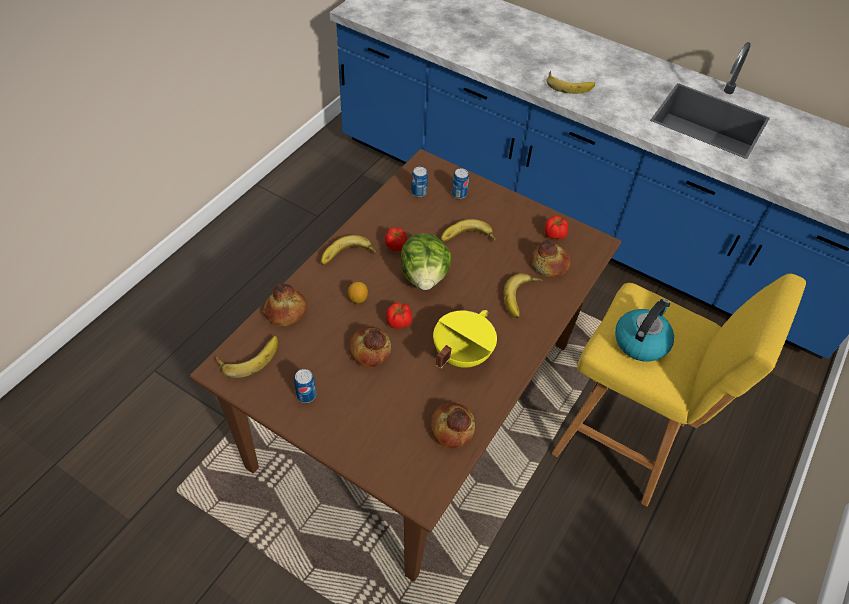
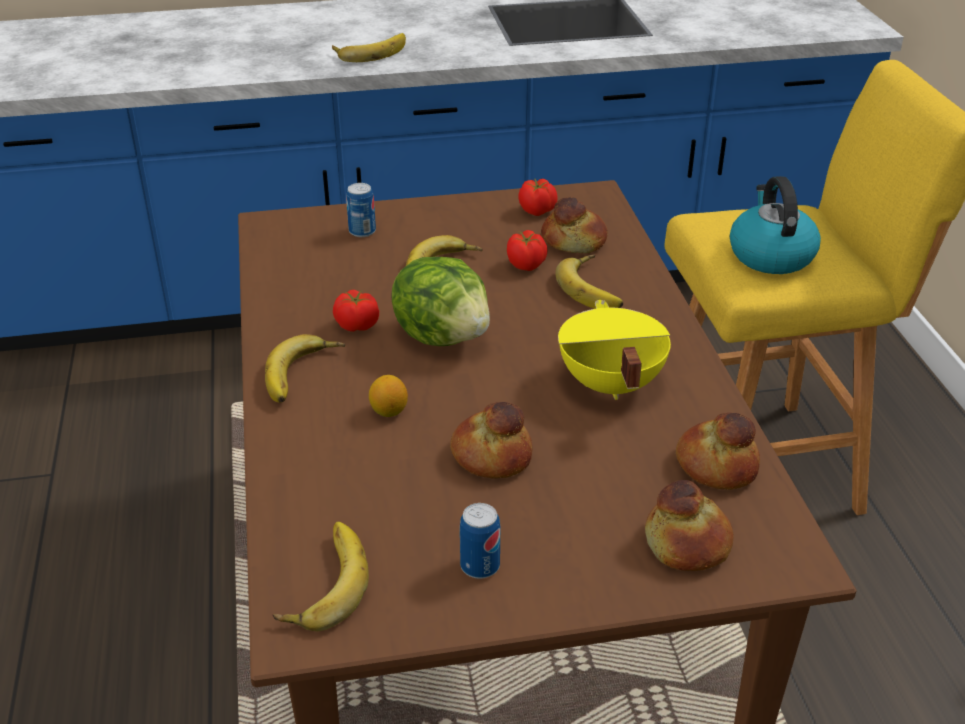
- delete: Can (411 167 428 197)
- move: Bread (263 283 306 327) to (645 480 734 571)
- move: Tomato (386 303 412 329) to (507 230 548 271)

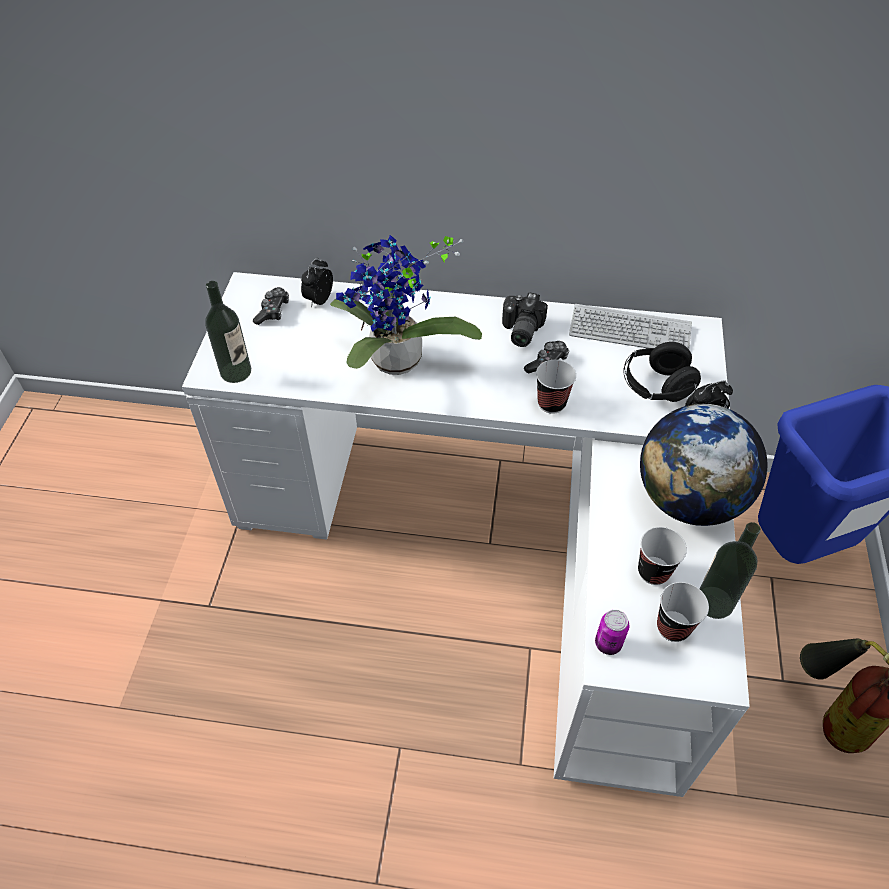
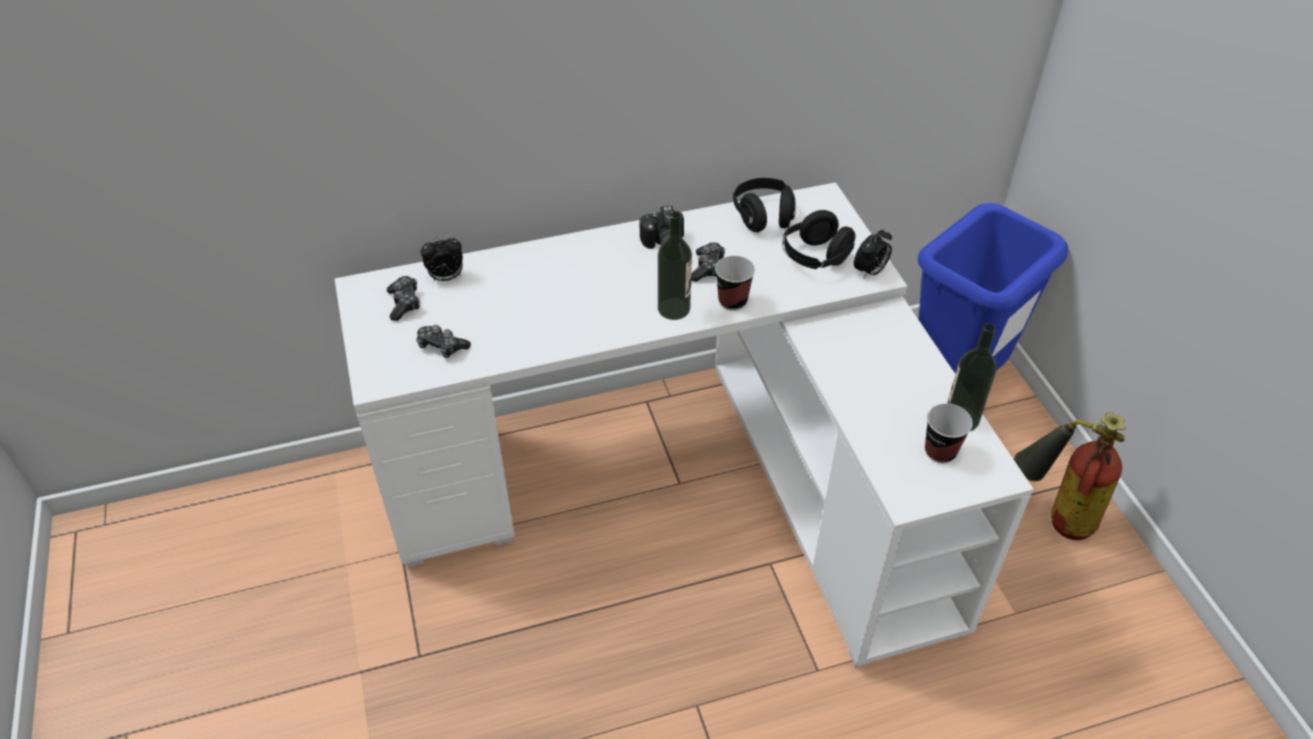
- delete: PottedPlant (330 235 482 375)
- rotate: AlarmClock (301 257 333 307) = (420 236 463 282) 105 degrees counterclockwise
- move: Bottle (205 281 251 383) to (658 211 692 320)
- replace: Keyboard (569 304 692 349) to BlackHeadphones (733 178 796 232)
- delete: Globe (640 404 768 526)
- delete: Cup (638 527 687 585)
- delete: Can (595 610 629 655)
- insert: GameController (416 325 471 358)

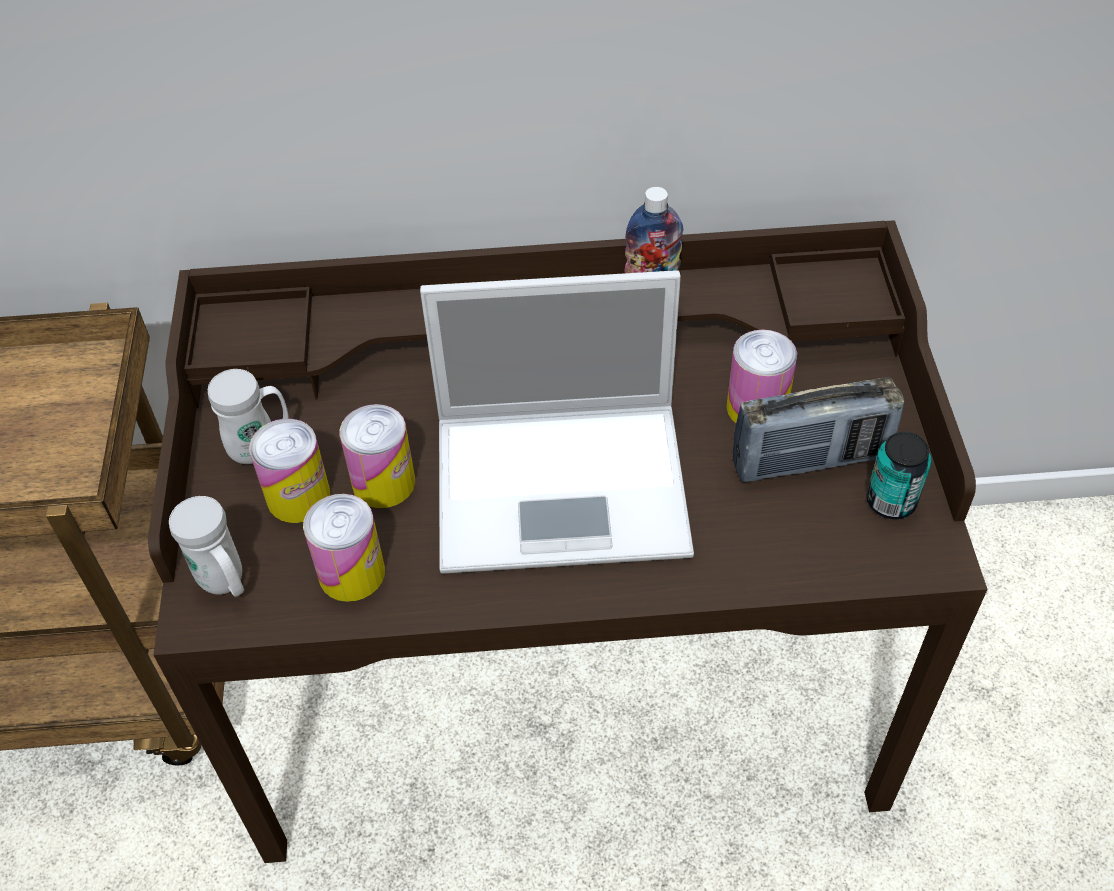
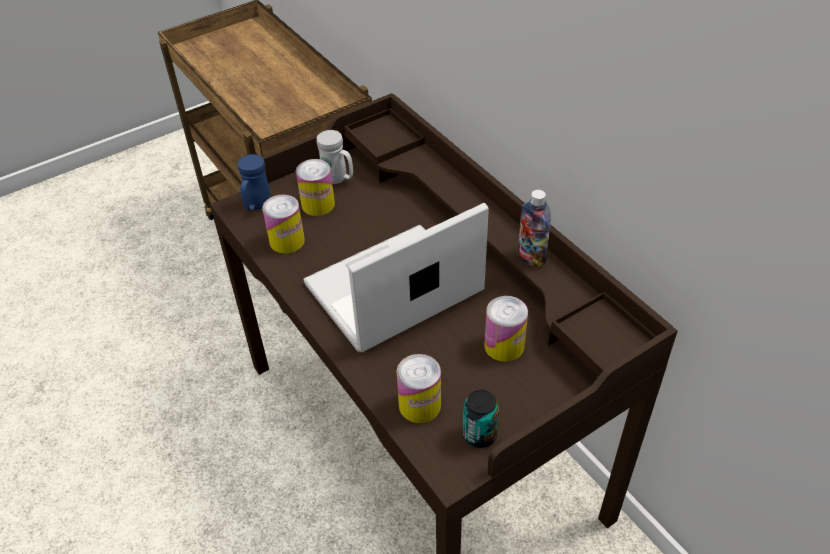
- rotate: Laptop (420 270 694 574) = (303 203 489 352) 90 degrees clockwise
- delete: Radio (733 378 905 482)
- move: Can (340 404 415 509) to (397 354 441 423)
- recolor: WhiteMug (169 496 244 597) to BlueMug (238 154 271 211)

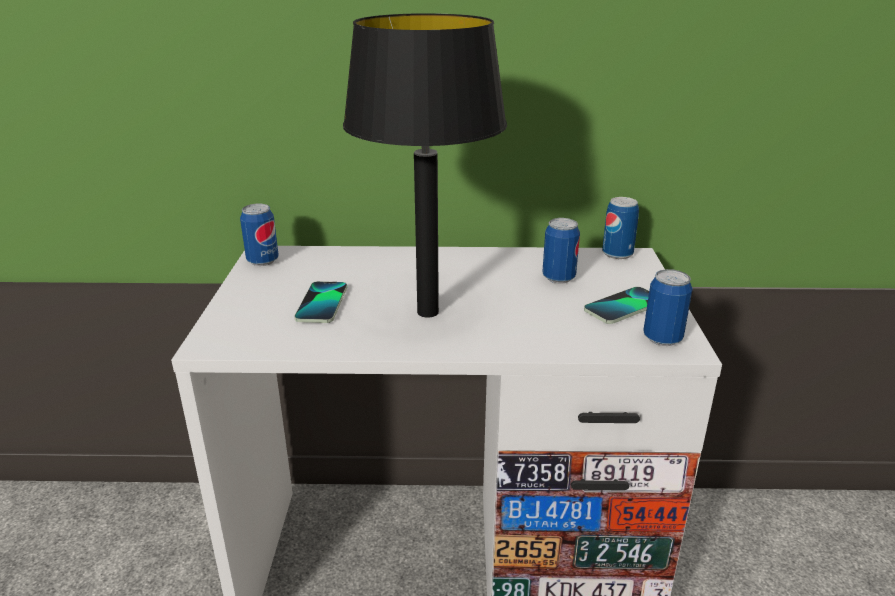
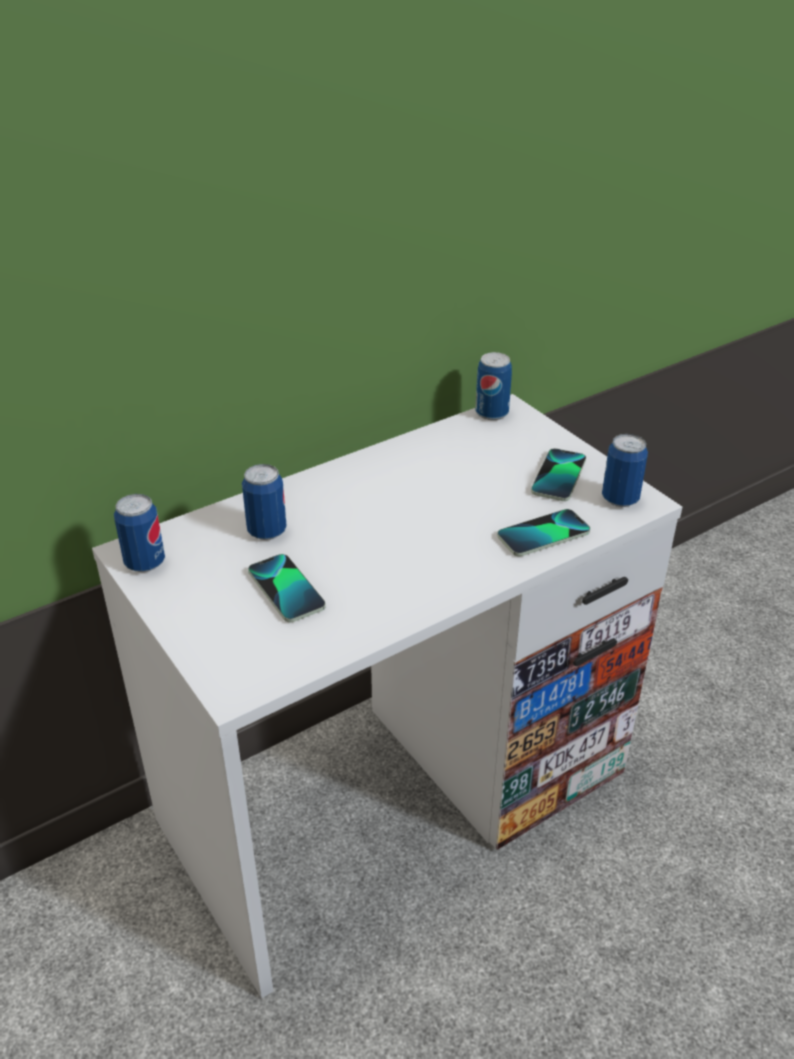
- delete: BlackTableLamp (343 13 507 318)
- move: Can (542 218 580 283) to (242 464 287 540)
- insert: Phone (497 509 590 556)

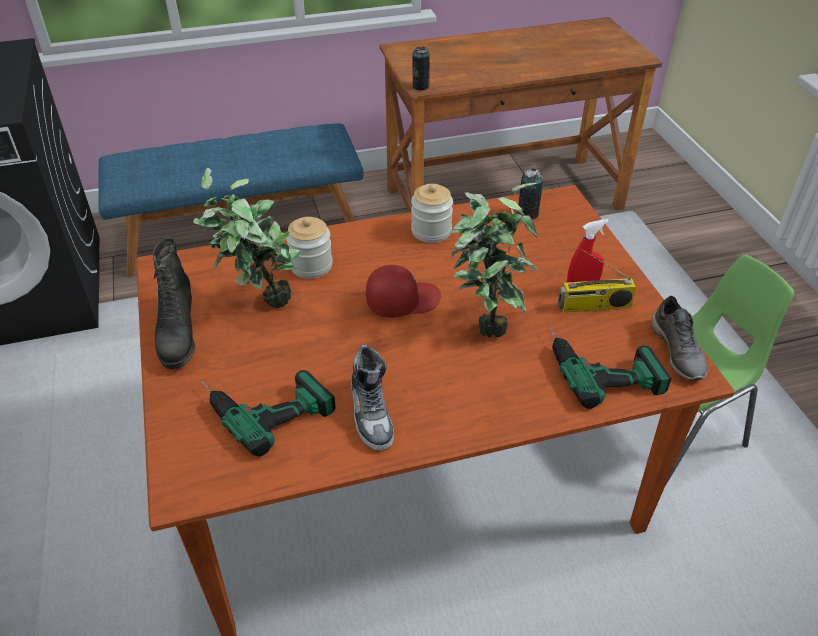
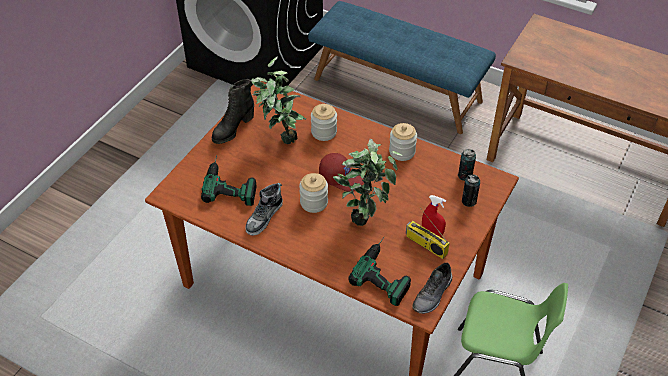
- move: Can (412 47 430 91) to (462 174 480 207)
- insert: Jar (299 173 328 213)

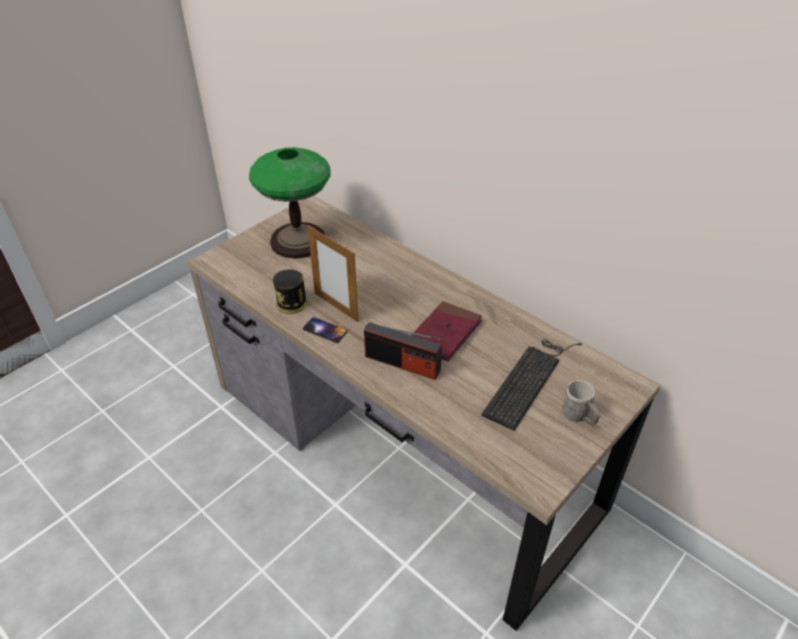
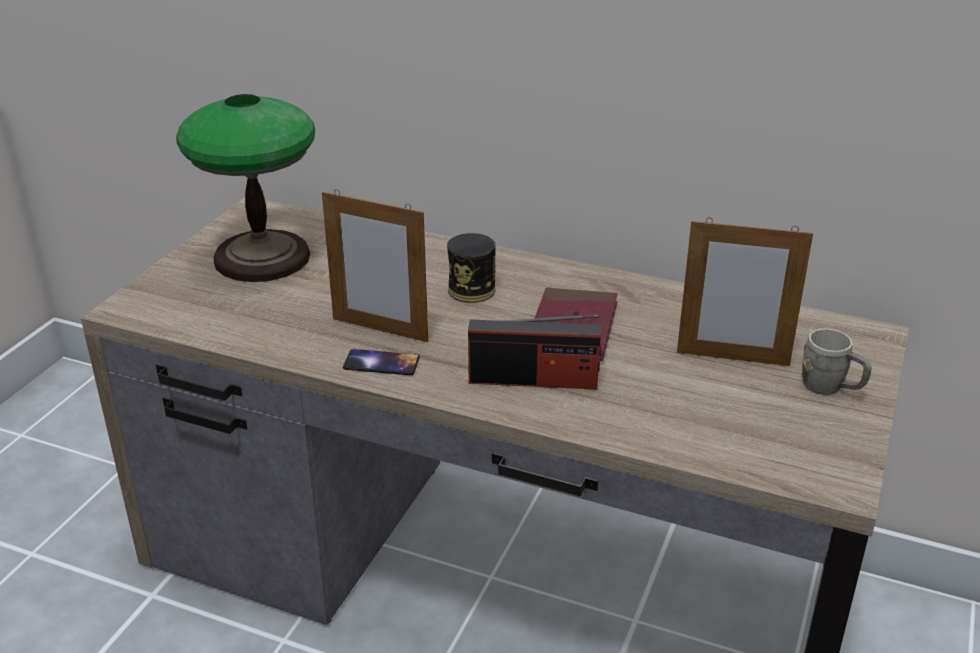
- move: Can (273 269 306 314) to (447 233 496 303)
- replace: Keyboard (481 339 582 431) to PictureFrame (677 218 813 366)

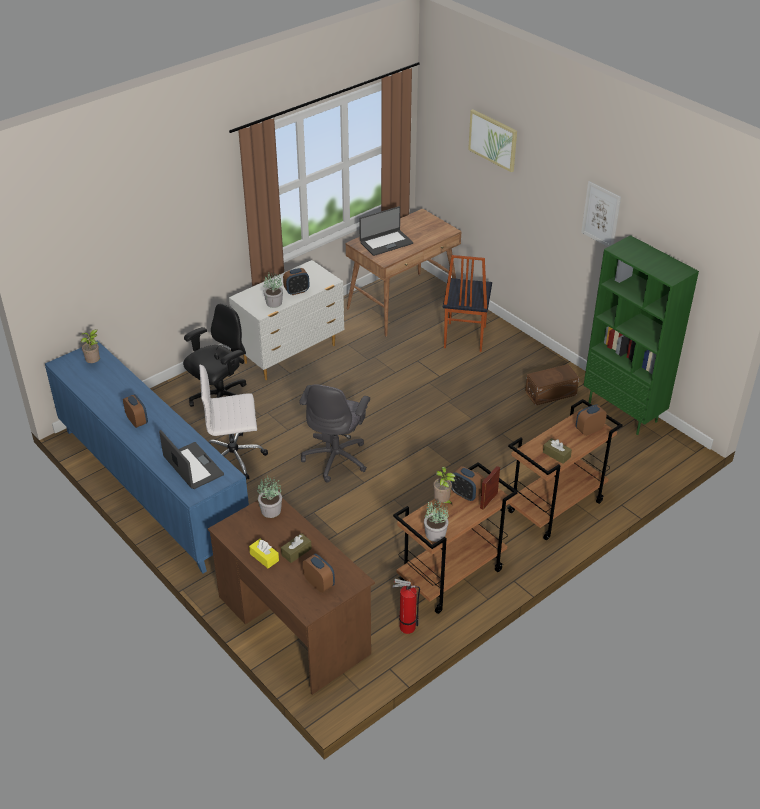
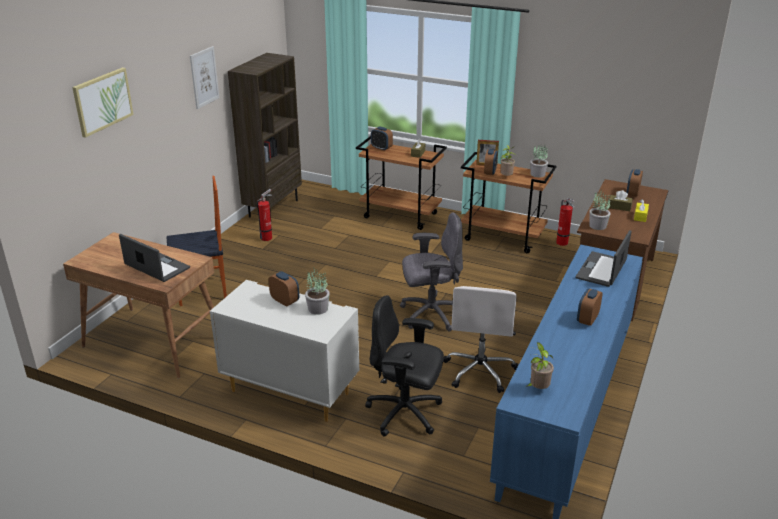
- recolor: GreenBookcase (583 235 699 435) to BrownBookcase (228 53 302 218)
- rotate: WhiteOfficeChair (199 364 268 479) = (443 286 519 393) 45 degrees clockwise
- replace: BrownStorageBox (525 364 579 406) to FireExtinguisher (257 189 272 241)

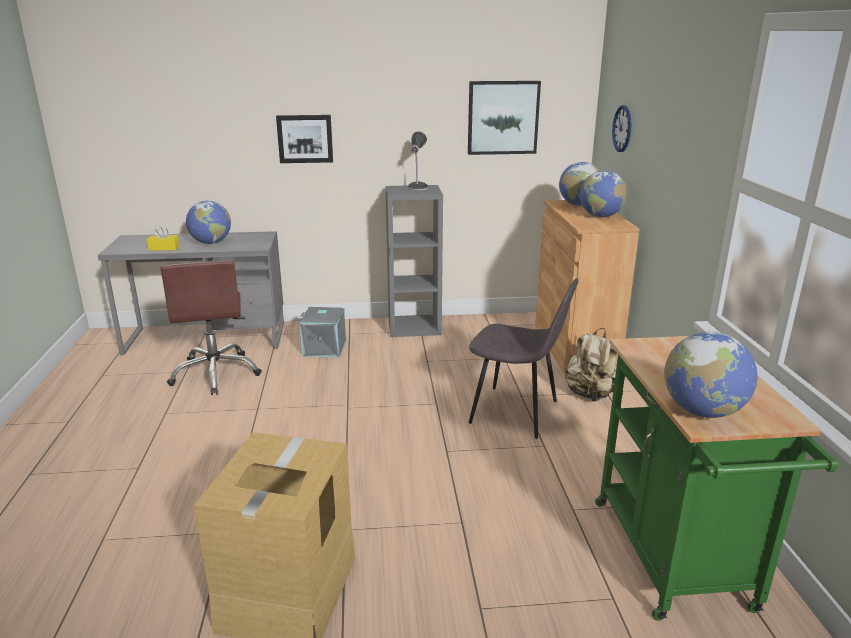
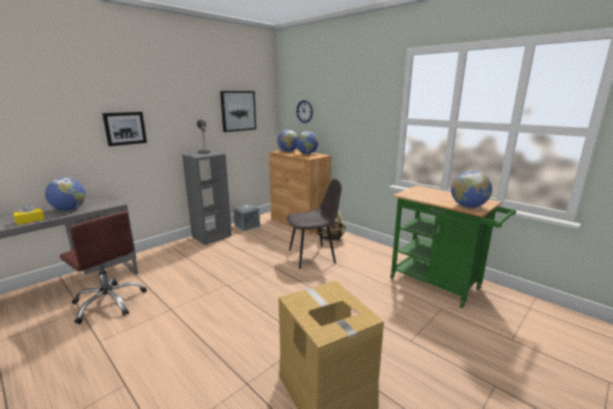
- move: GreyStorageBox (299 307 346 358) to (233 204 260 231)

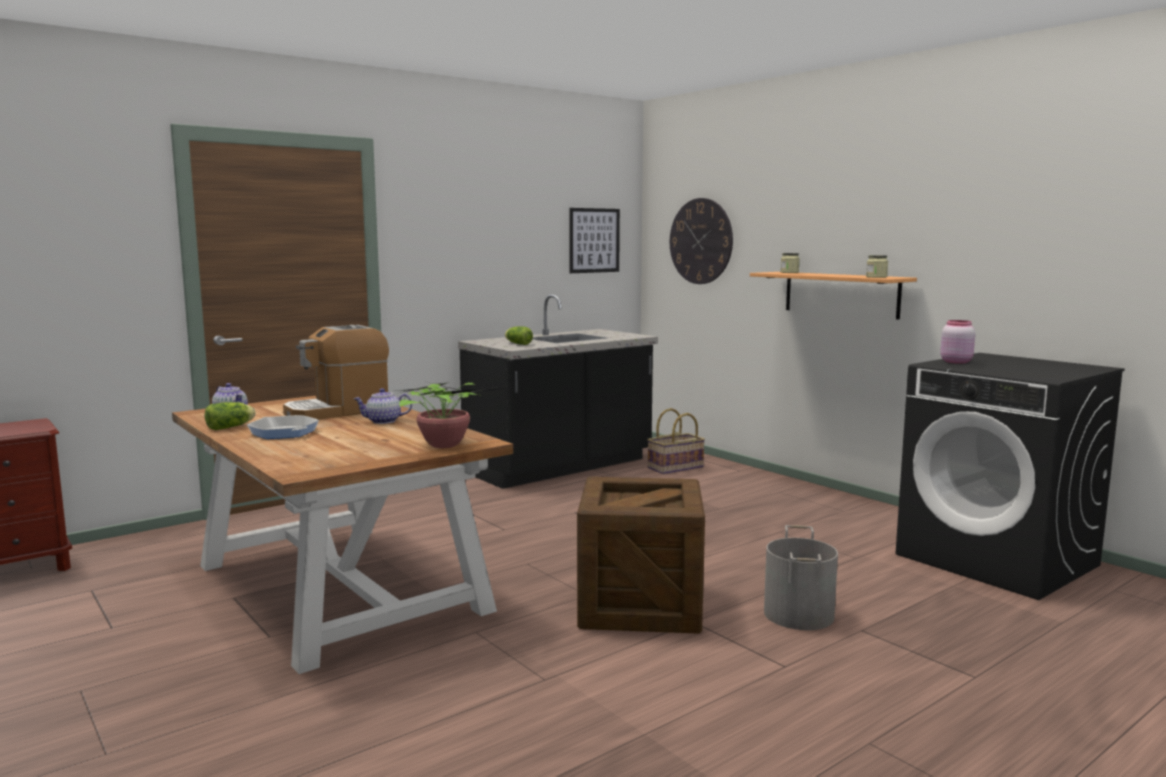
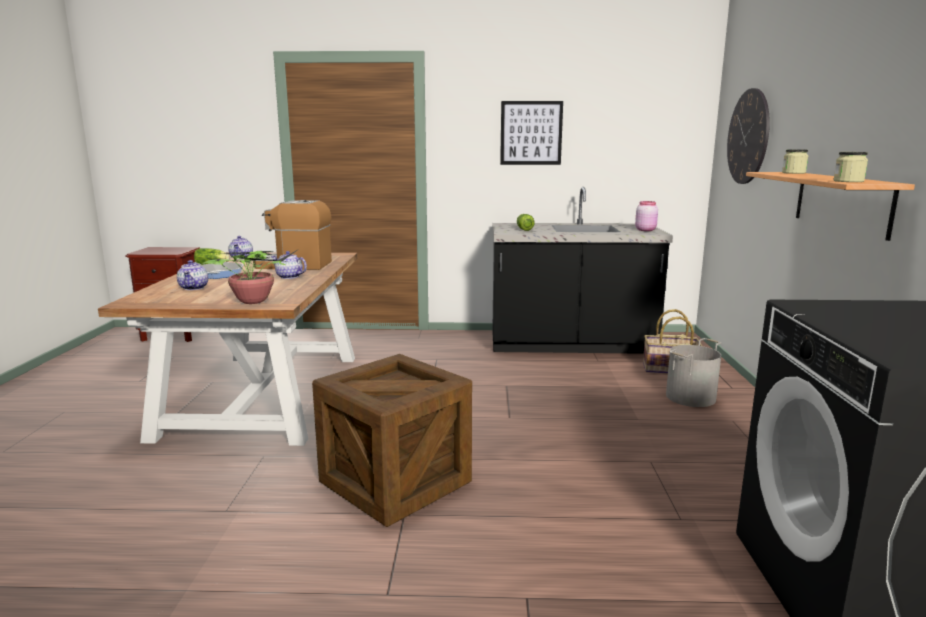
- move: Picture (569 208 620 273) to (500 101 563 165)
- move: PinkJar (940 320 975 364) to (635 201 658 231)
- move: GreyBucket (764 525 838 630) to (666 338 721 407)
- insert: Teapot (177 260 208 290)

